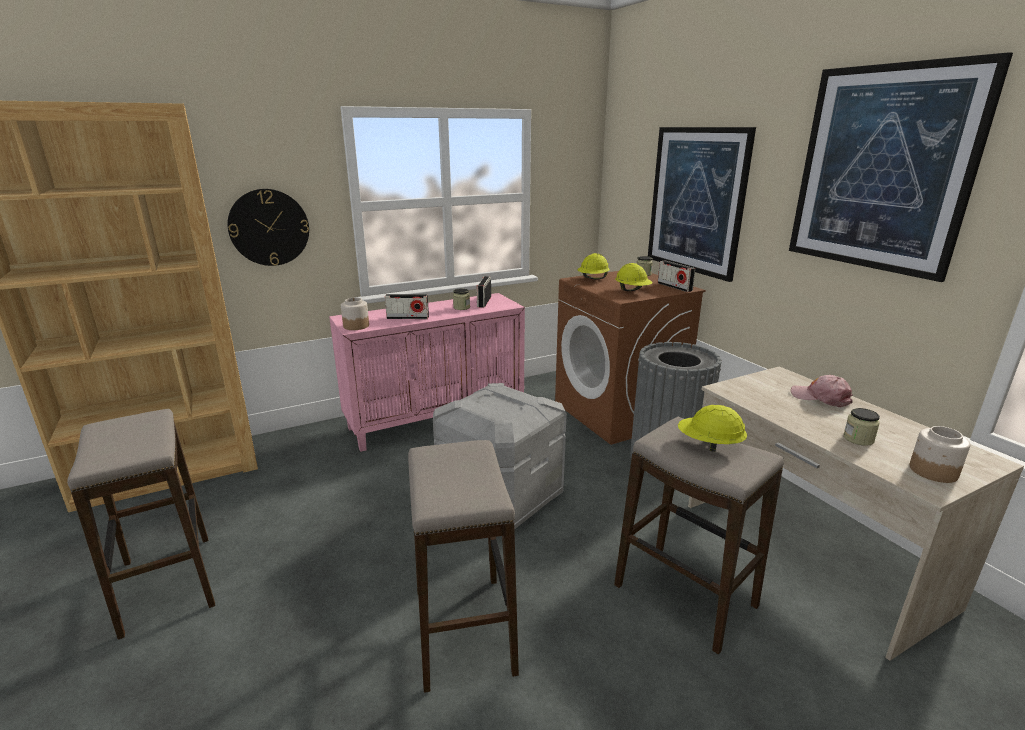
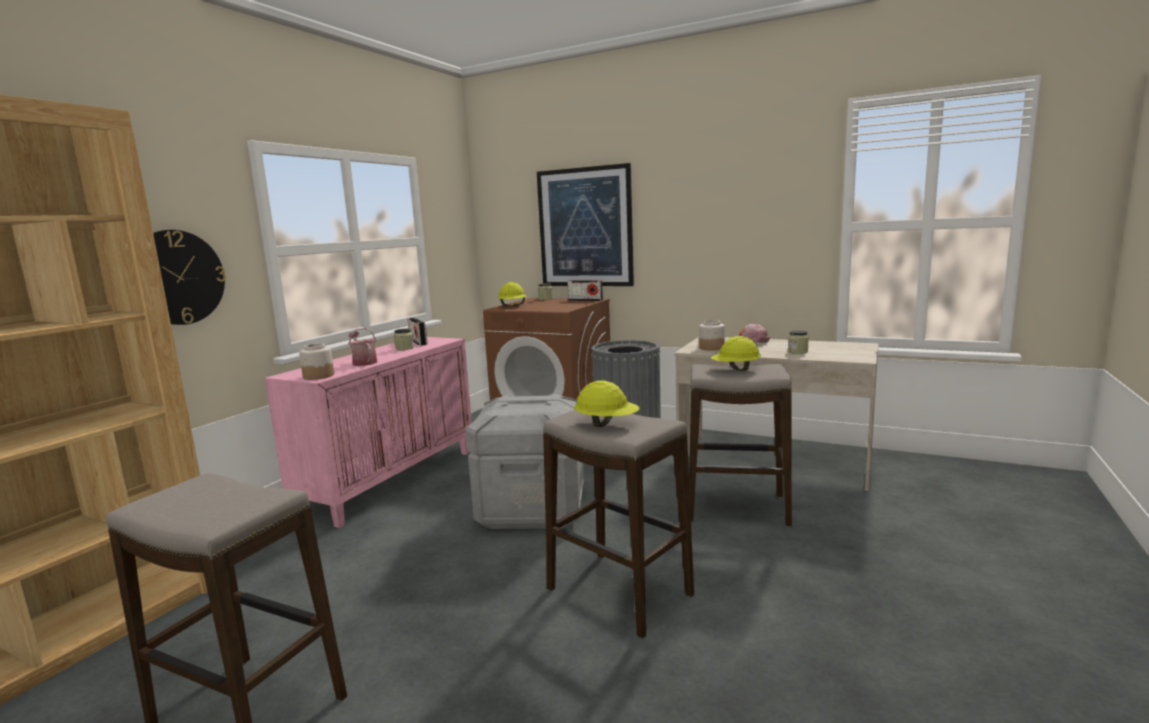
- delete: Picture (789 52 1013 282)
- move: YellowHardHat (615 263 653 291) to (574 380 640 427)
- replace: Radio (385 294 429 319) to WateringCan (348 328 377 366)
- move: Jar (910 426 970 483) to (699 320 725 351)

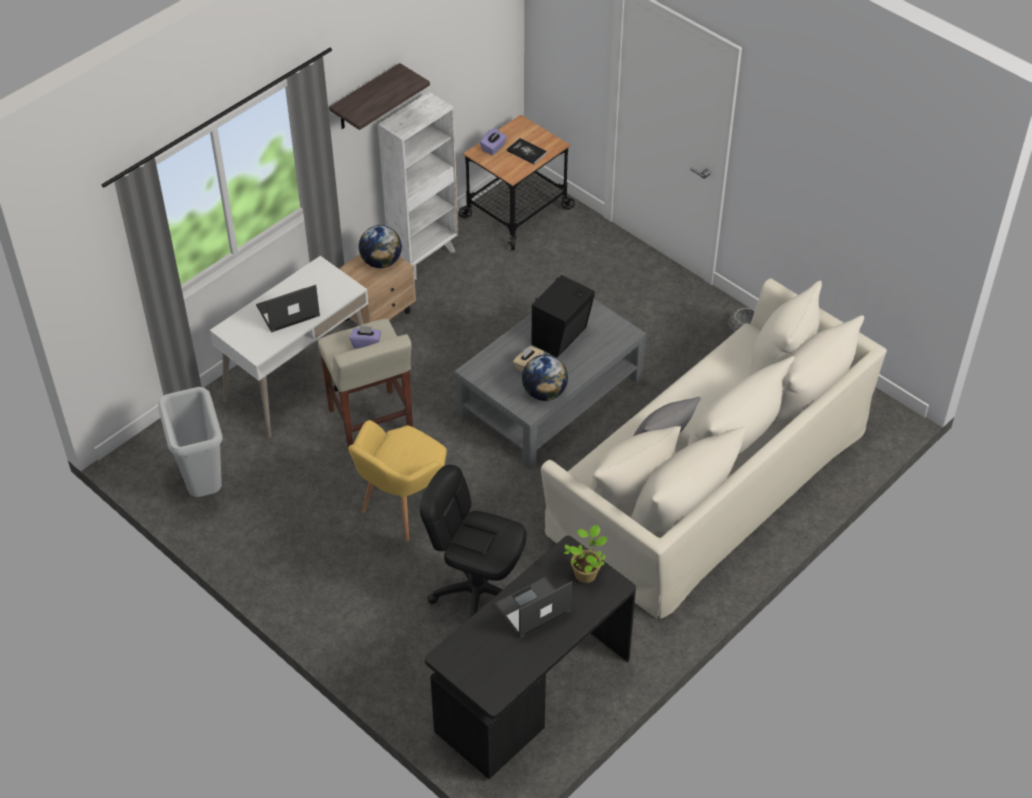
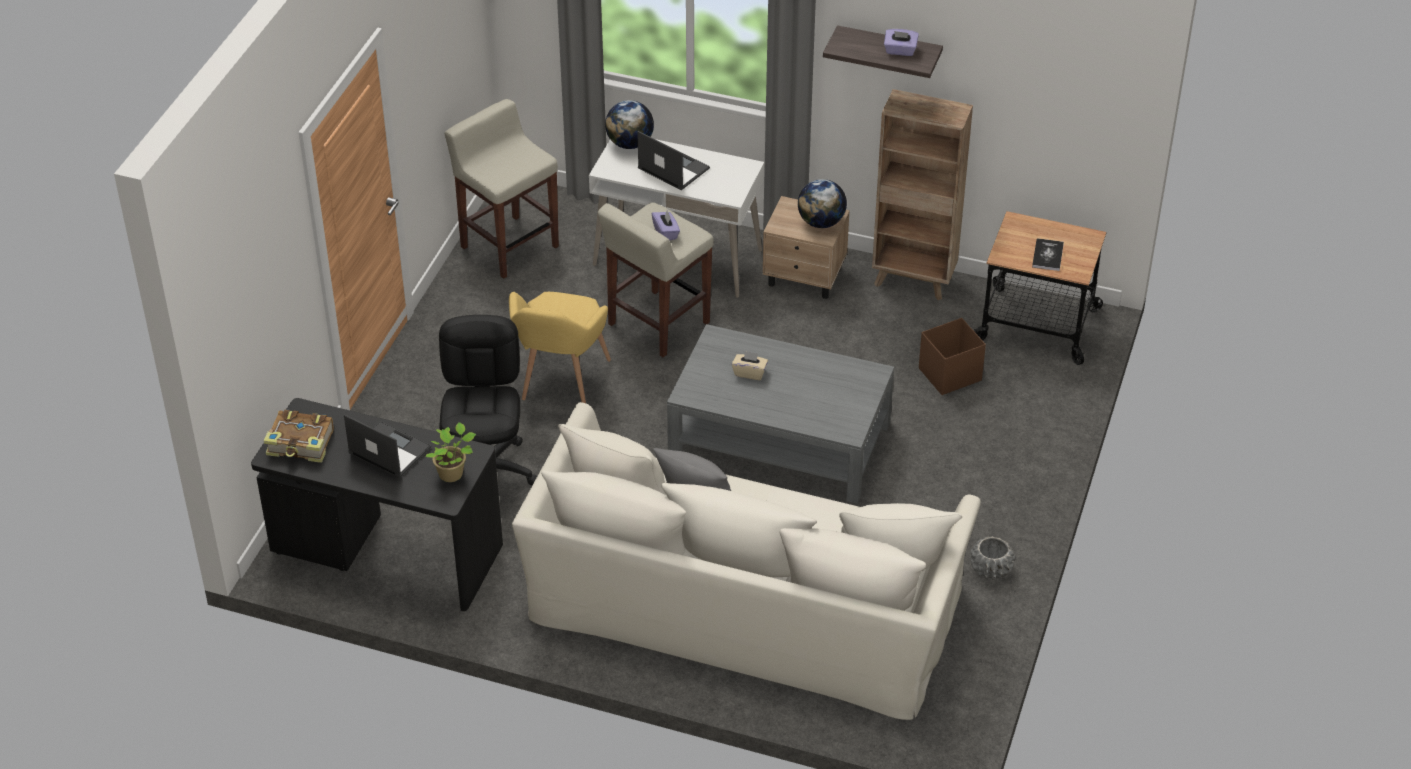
- recolor: WhiteBookcase (378 92 458 280) to BrownBookcase (872 89 973 300)
- move: PurpleTissueBox (480 128 507 155) to (884 29 919 56)
- delete: BlackSpeaker (531 275 595 358)
- move: Globe (522 355 568 401) to (605 100 654 149)
- replace: GreyTrashCan (158 387 222 497) to BeigeStool (444 99 559 279)
- rotate: YellowArmchair (348 420 447 541) = (509 292 611 403) 90 degrees counterclockwise
- insert: BrownStorageBox (919 318 986 395)
- insert: Book (264 409 334 463)

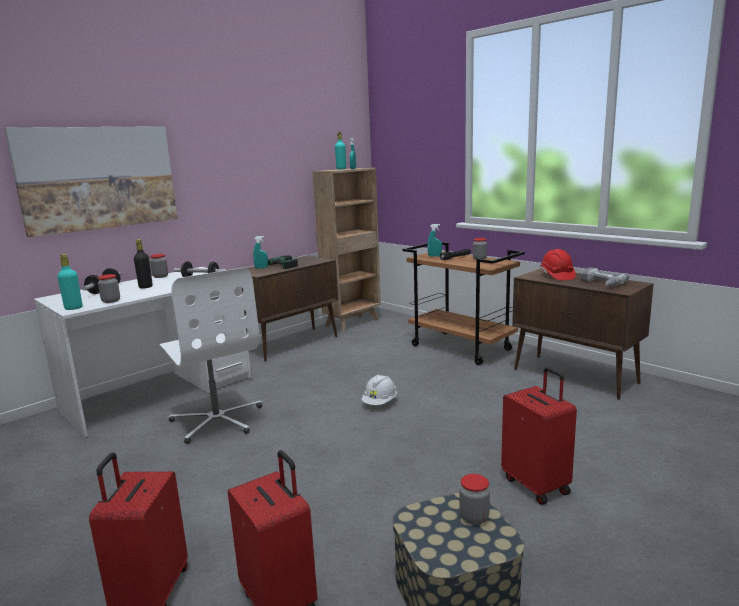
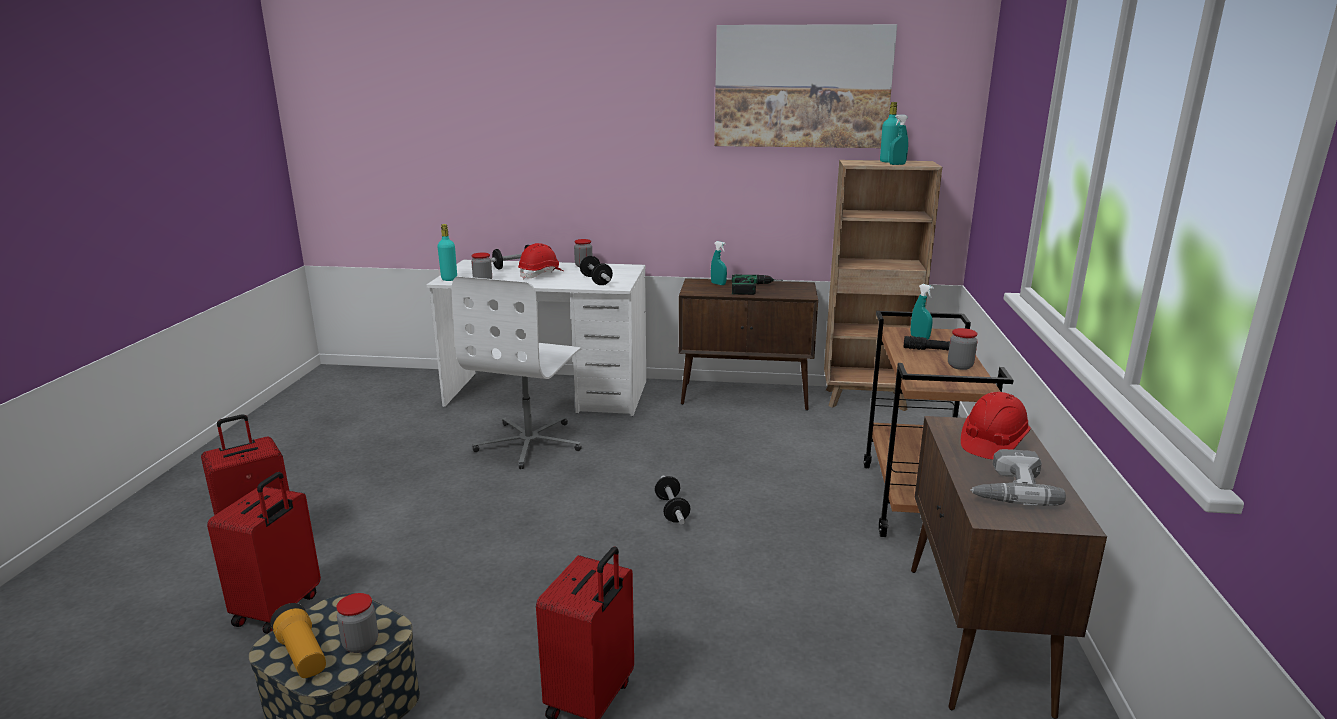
- move: Picture (4 126 178 237) to (714 24 897 148)
- replace: BlackBottle (134 239 153 289) to RedHardHat (518 243 563 279)
- replace: WhiteHardHat (362 375 397 405) to Dumbbell (655 476 690 525)
- insert: Flashlight (270 603 326 678)

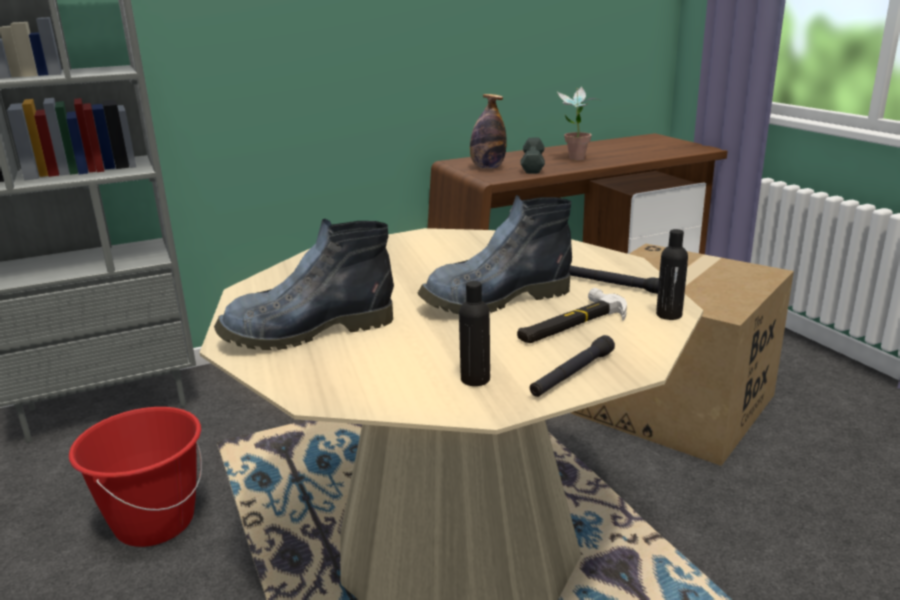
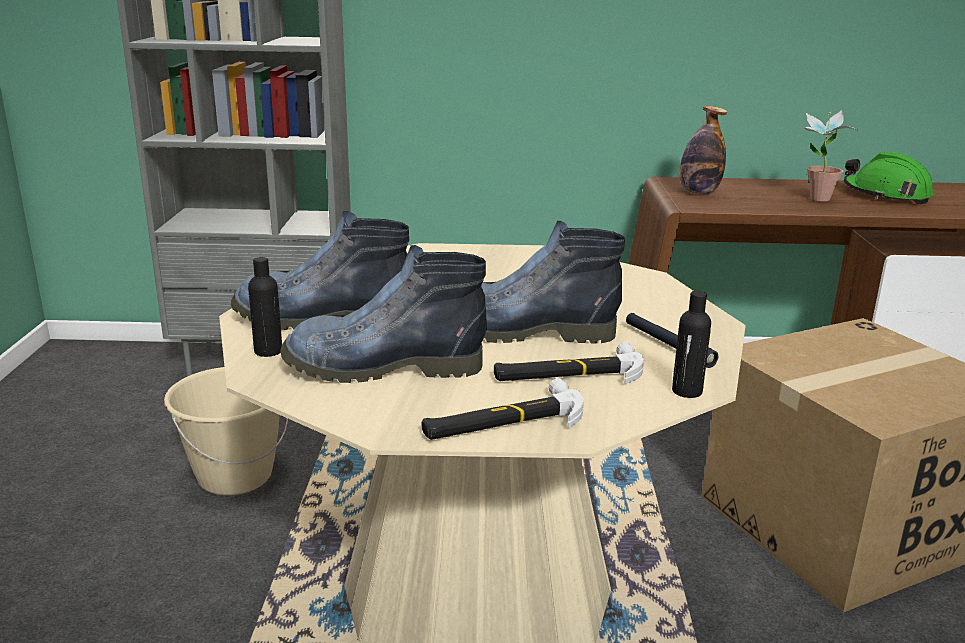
- delete: GreyDumbbell (520 138 545 174)
- move: BlackBottle (459 281 490 386) to (248 257 282 357)
- replace: BlackFlashlight (530 335 615 397) to Hammer (422 378 584 440)
- recolor: RedBucket (69 407 202 547) to BeigeBucket (164 367 288 496)
- insert: GreenHardHat (844 151 933 205)
- insert: Boot (280 245 487 383)

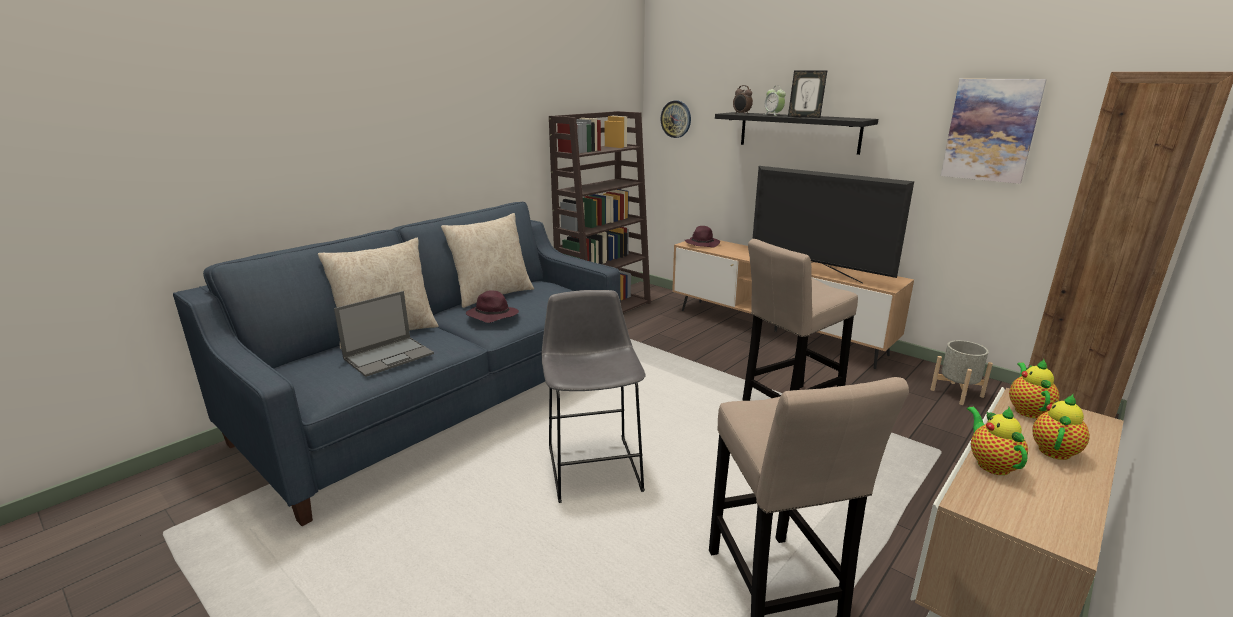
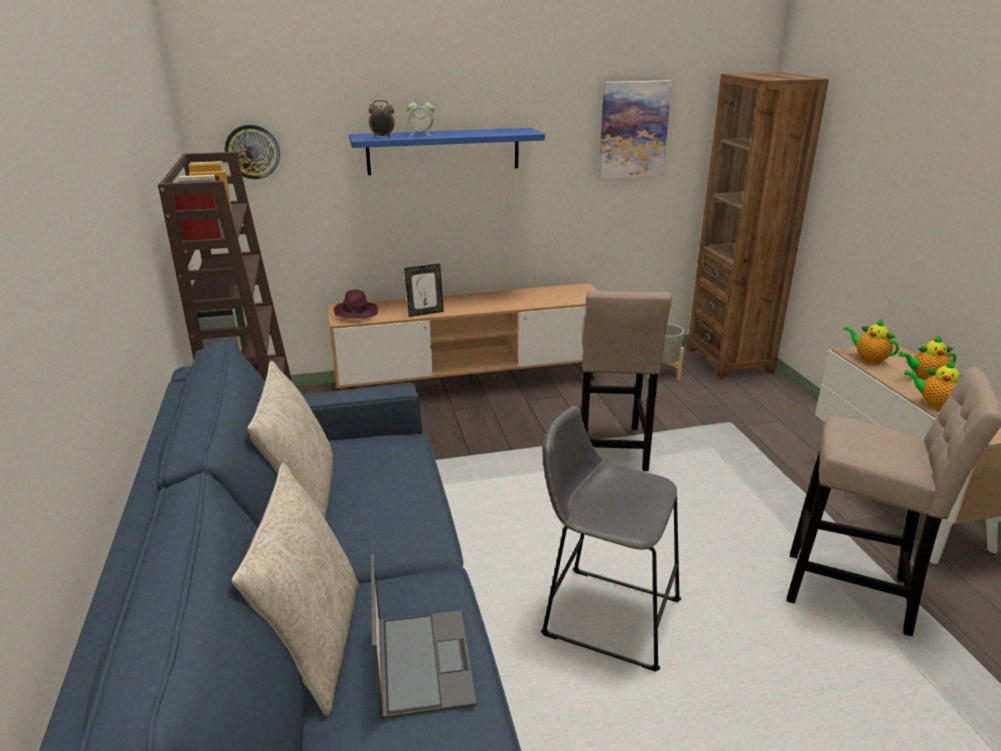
- move: PictureFrame (788 70 827 118) to (404 264 444 317)
- recolor: BlackShelf (715 112 878 155) to BlueShelf (349 128 545 175)
- delete: Television (752 166 914 284)
- delete: PurpleHat (466 290 519 323)
- rotate: Teapot (1032 394 1090 460) = (898 335 956 380) 75 degrees counterclockwise

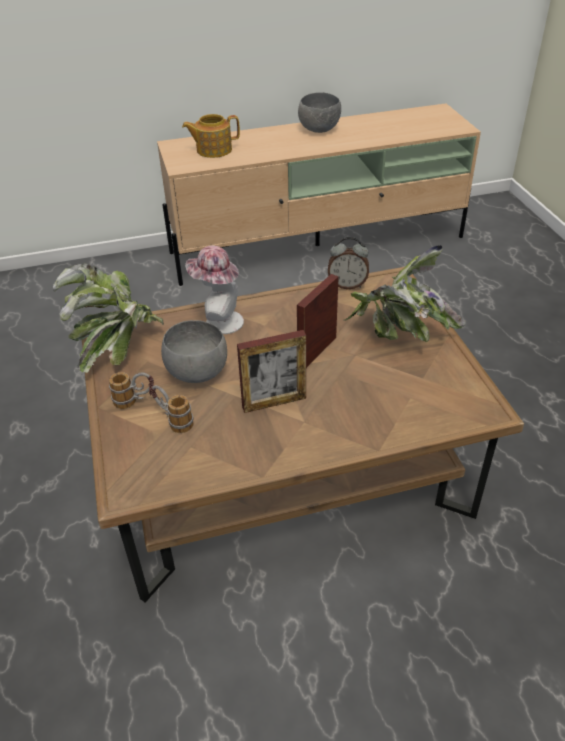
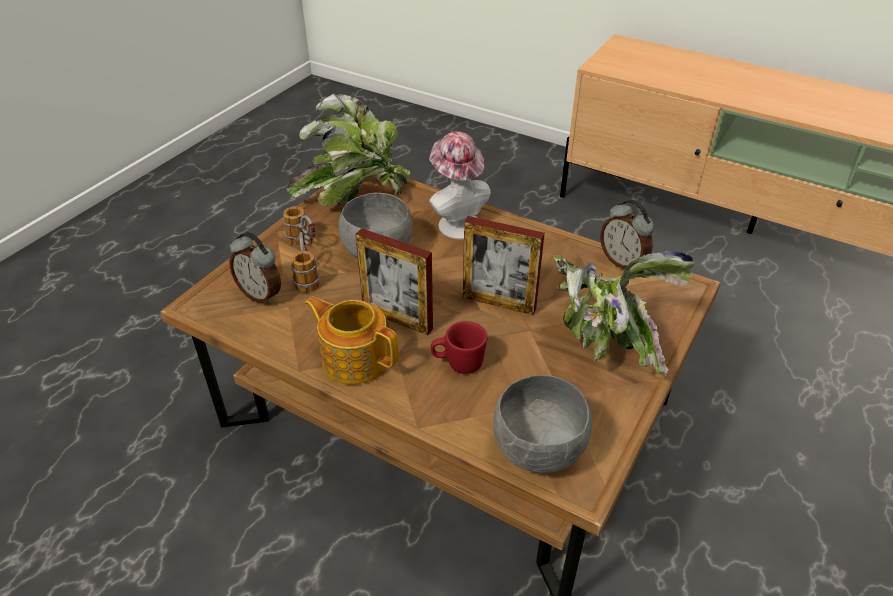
- move: GreyBowl (298 92 341 133) to (493 375 592 473)
- move: Teapot (182 114 240 158) to (305 296 399 385)
- rotate: PictureFrame (297 274 339 368) = (463 216 545 315) 150 degrees counterclockwise
- insert: AlarmClock (230 232 281 304)
- insert: RedMug (431 321 487 374)

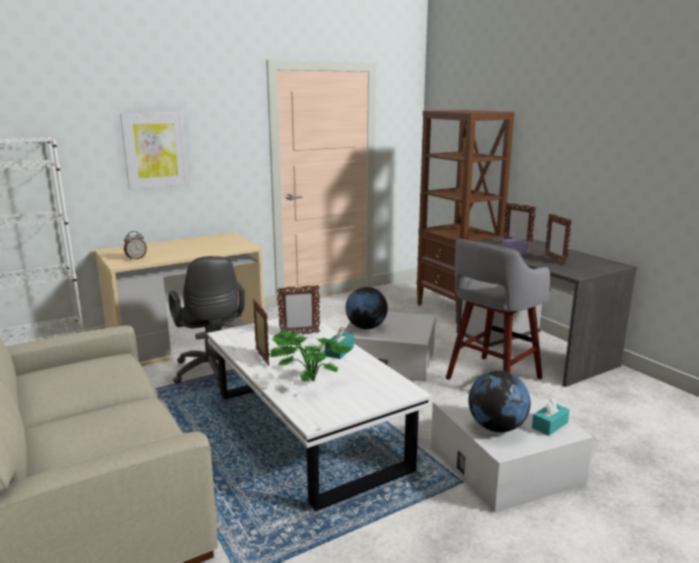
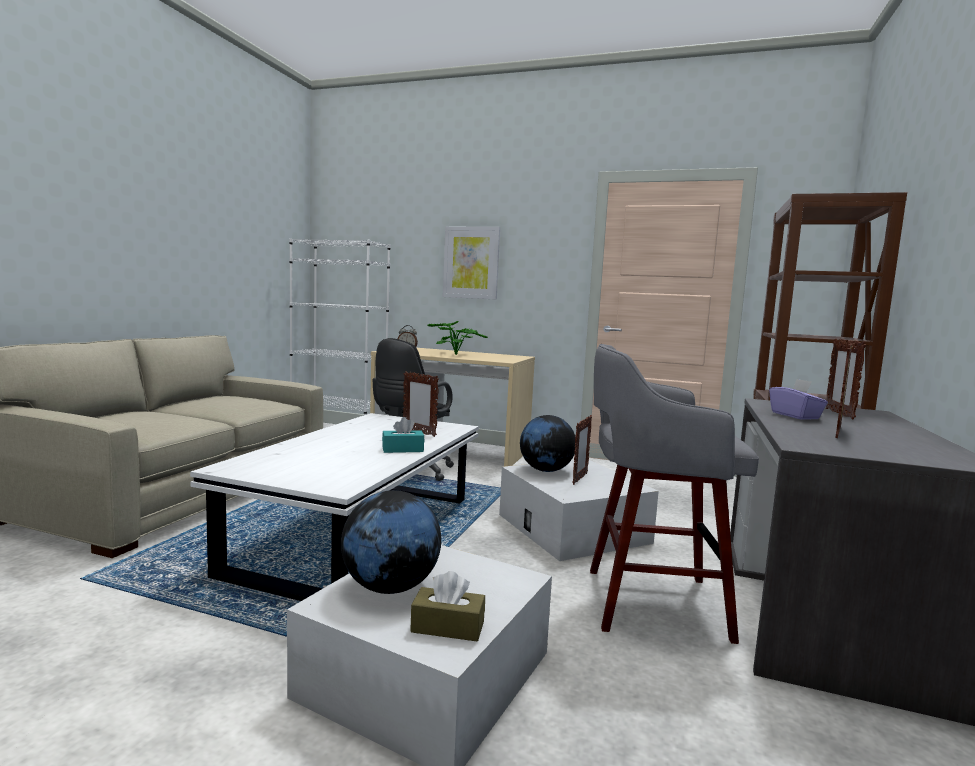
- move: PictureFrame (253 299 269 366) to (572 415 592 485)
- move: PottedPlant (269 330 352 382) to (427 321 488 355)
- recolor: TurquoiseTissueBox (532 397 570 436) to BrownTissueBox (410 571 485 641)

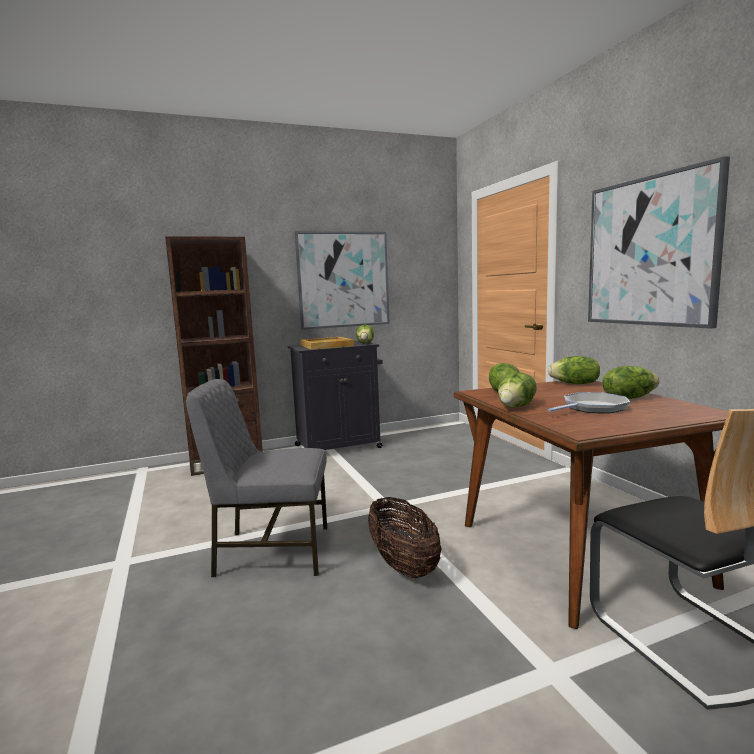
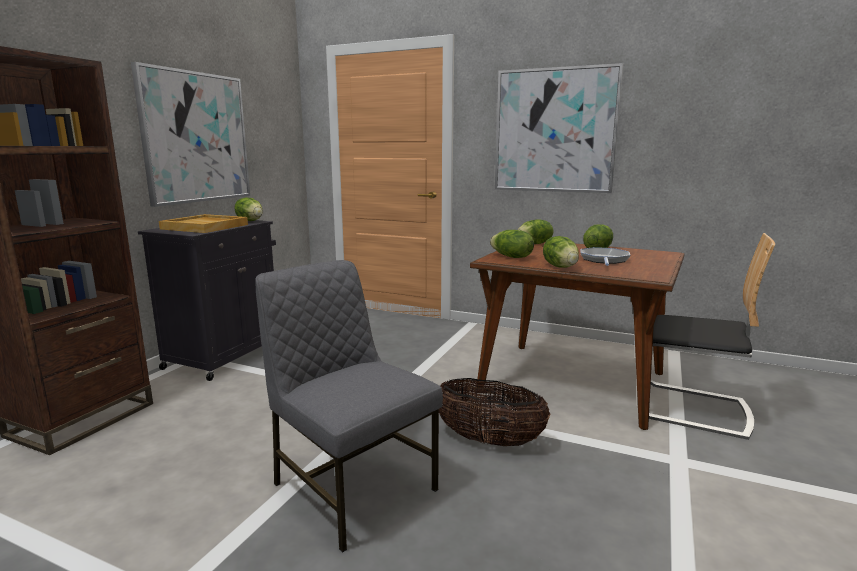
- rotate: GreyChair (186 379 327 577) = (255 260 443 553) 90 degrees clockwise

